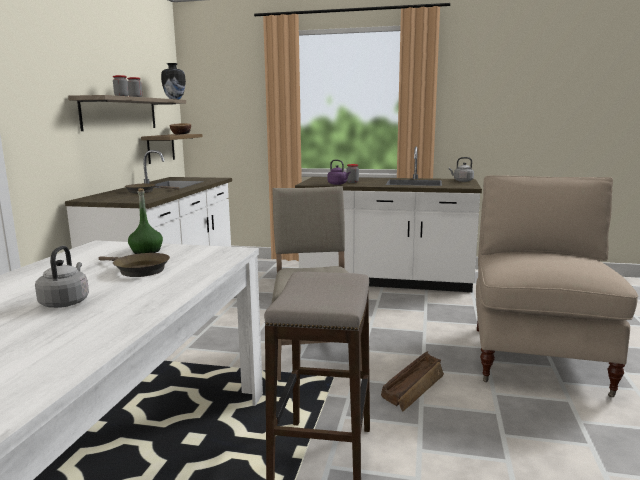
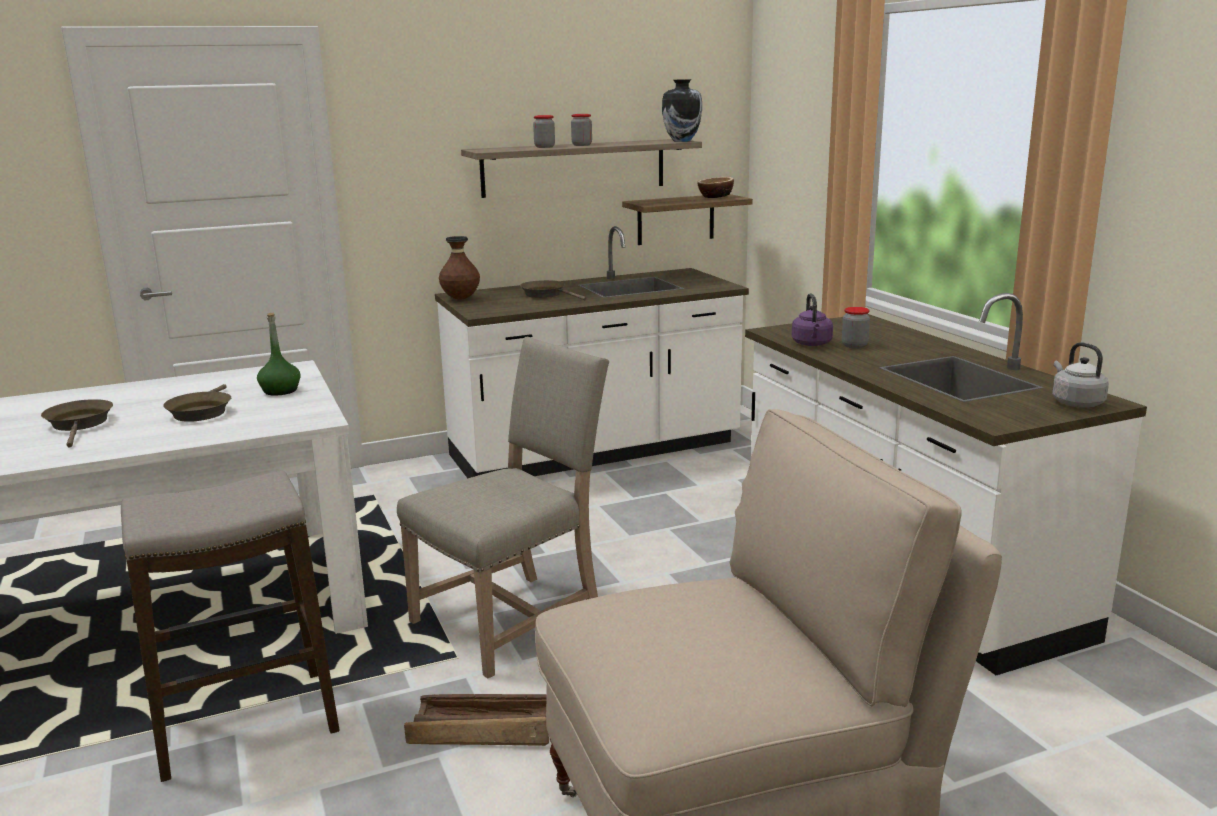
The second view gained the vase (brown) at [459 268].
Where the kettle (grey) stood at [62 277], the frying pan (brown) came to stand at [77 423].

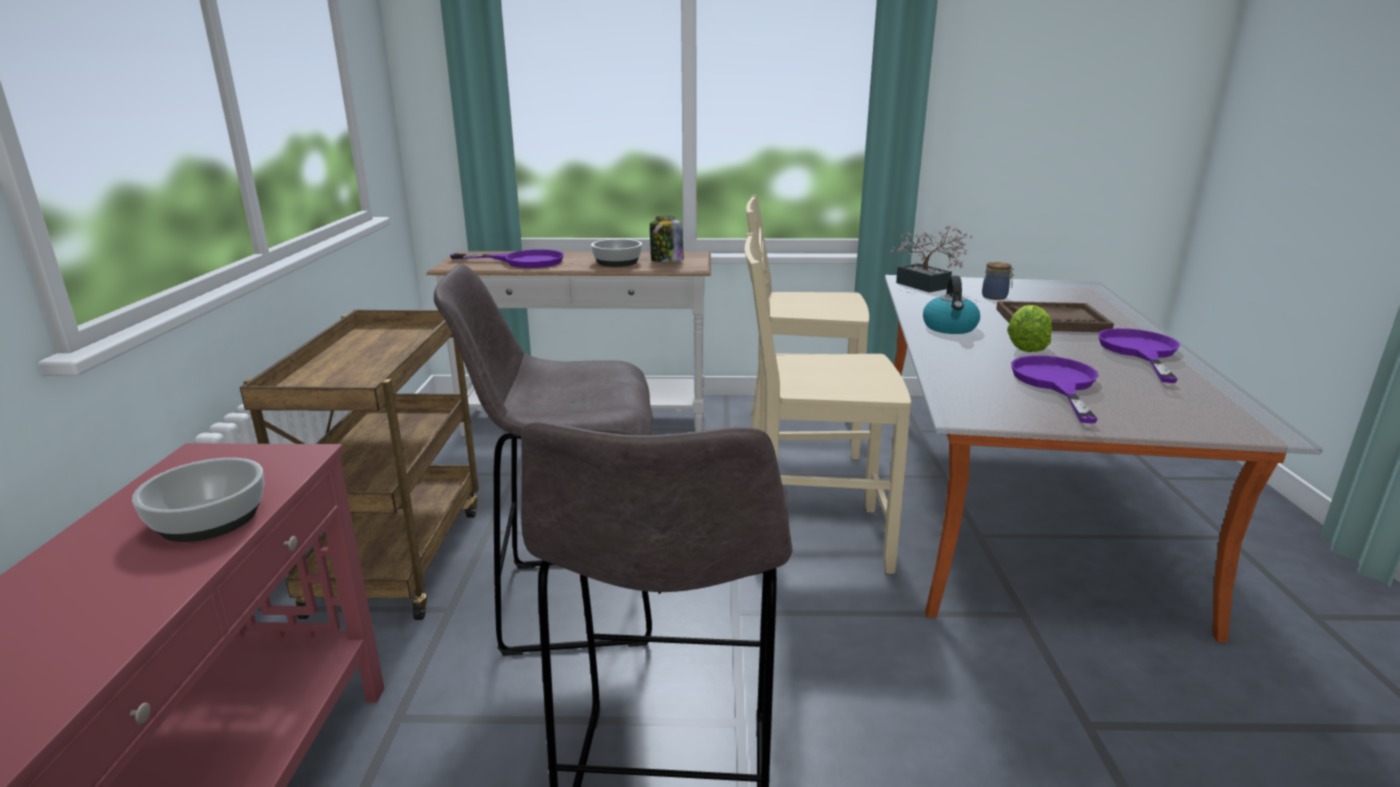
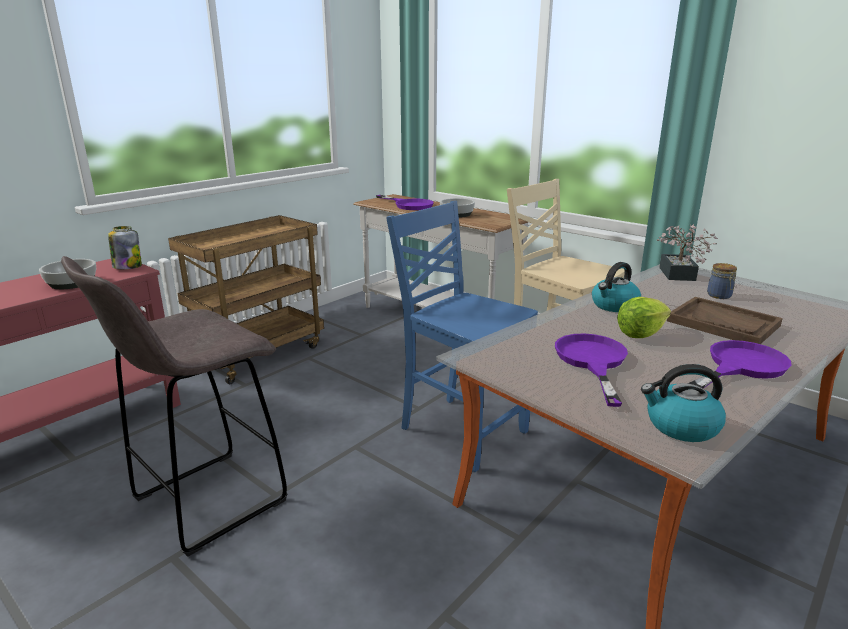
The second view lost the stool (grey) at [543 460].
The second view gained the kettle at [683 403].
The jar ended up elsewhere, having gone from [667 239] to [125 247].
What was the chair (beige) at [828 403] turned into the chair (blue) at [462 336].
The frying pan (purple) at [1055 389] ended up facing another way, 45 degrees counterclockwise from before.

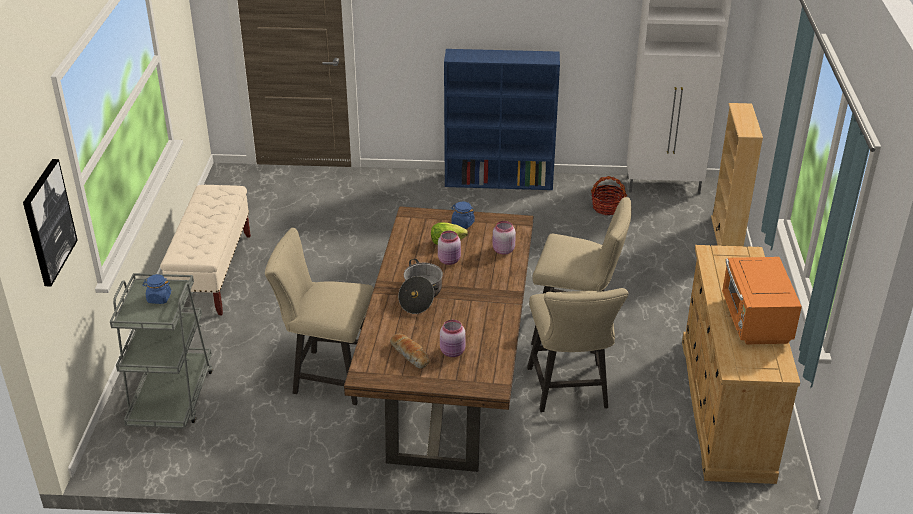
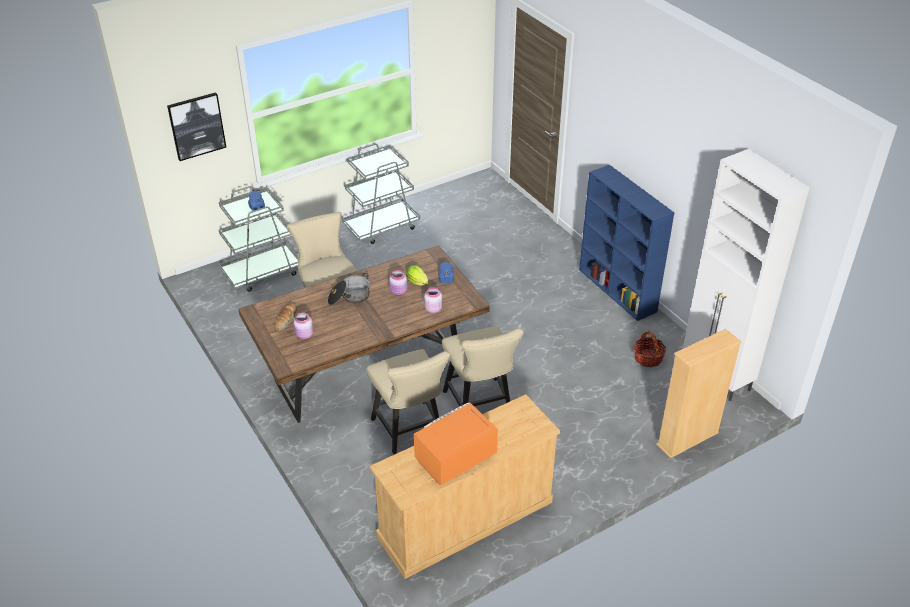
Where the bench (beige) stood at [205 250], the cart (grey) came to stand at [381 194].
The chair (beige) at [578 350] ended up facing another way, 75 degrees counterclockwise from before.

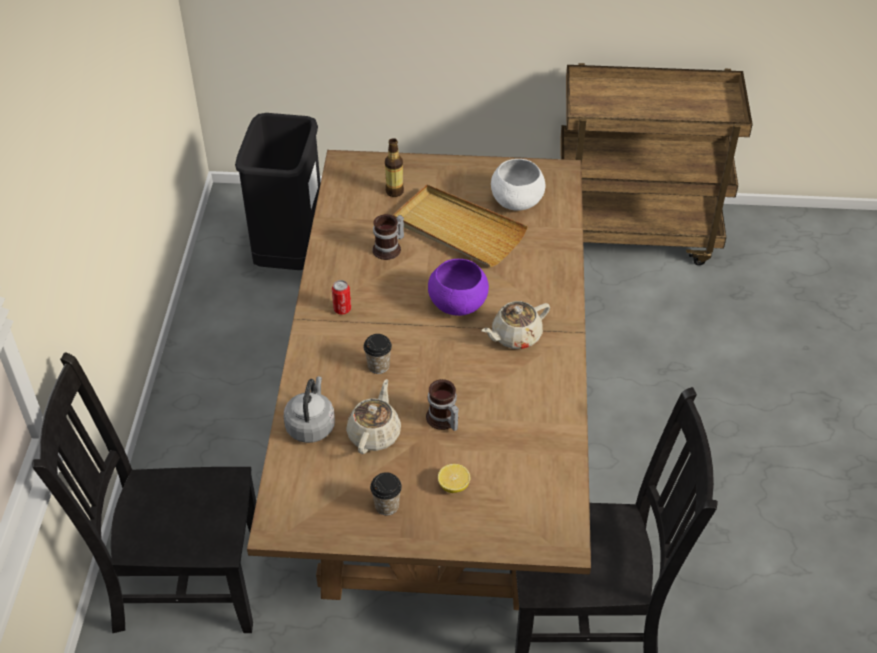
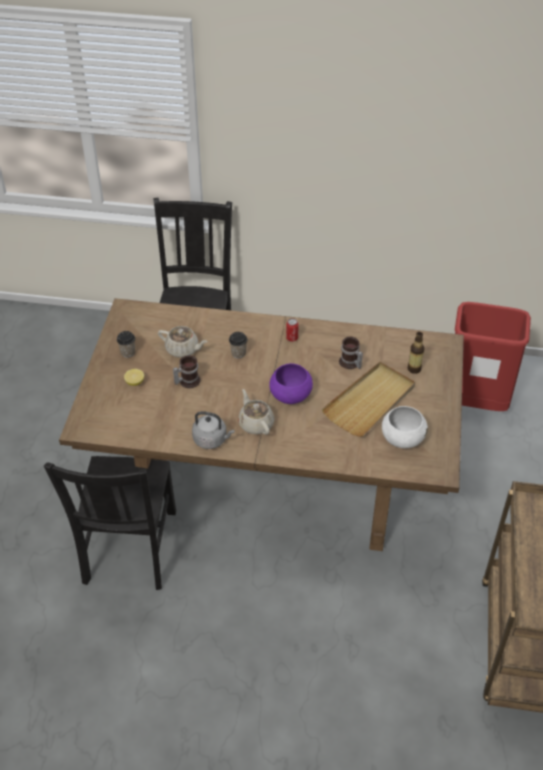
The kettle (grey) ended up elsewhere, having gone from [309 409] to [213 430].
What was the trash can (black) at [278 191] turned into the trash can (red) at [493 356].

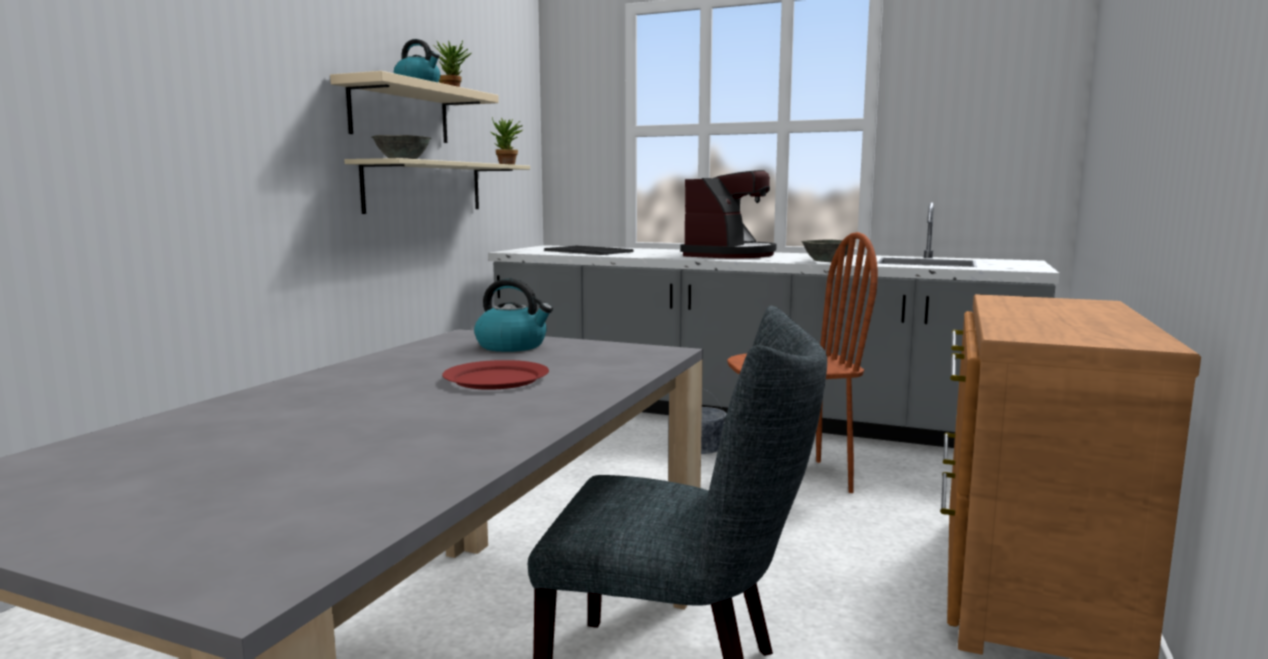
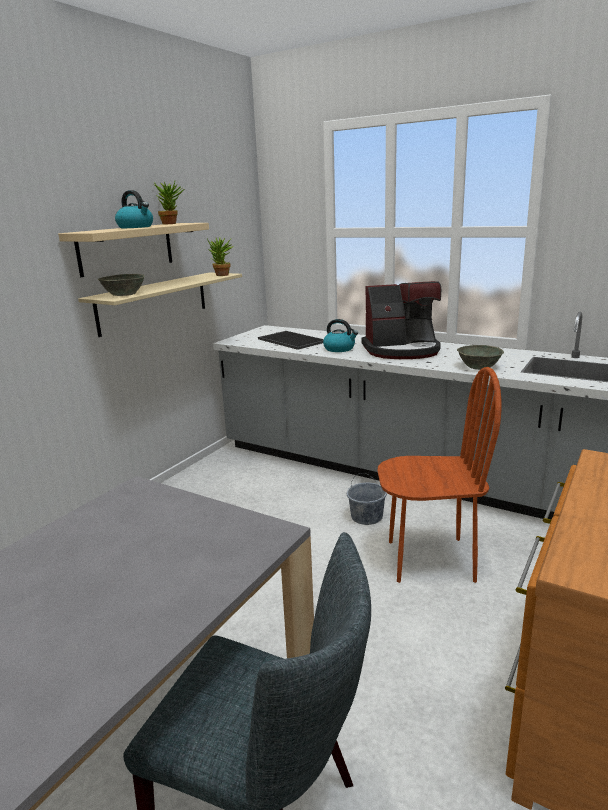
The second view lost the plate (red) at [495 375].
The kettle ended up elsewhere, having gone from [513 315] to [340 335].
The coffee machine at [728 214] ended up facing another way, 45 degrees clockwise from before.

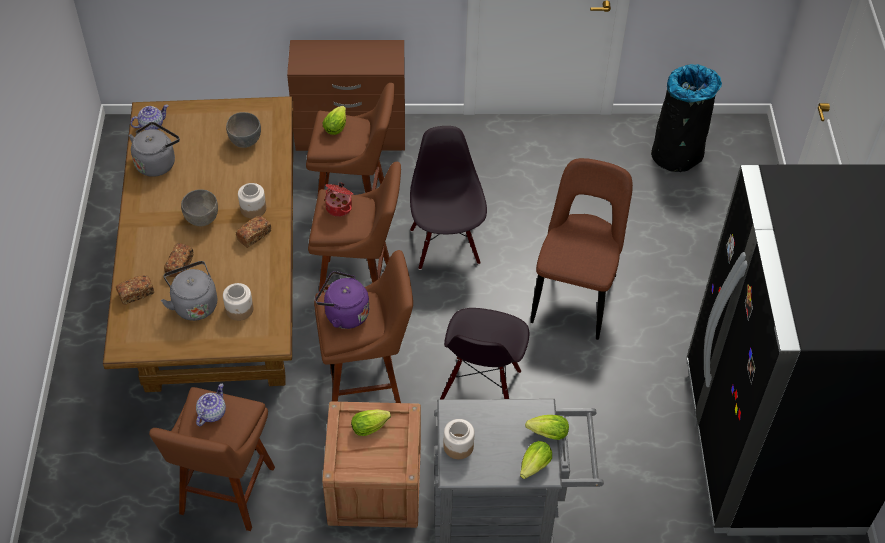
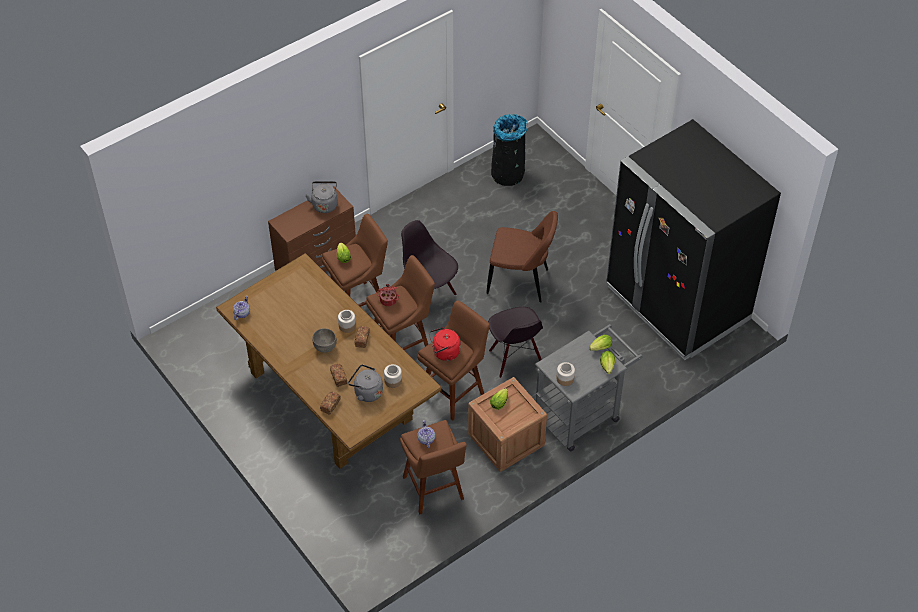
The second view lost the bowl (grey) at [243 130].
The kettle (grey) ended up elsewhere, having gone from [154 149] to [321 197].
What was the kettle (purple) at [342 300] turned into the kettle (red) at [445 344].
The chair (brown) at [581 249] ended up facing another way, 120 degrees clockwise from before.

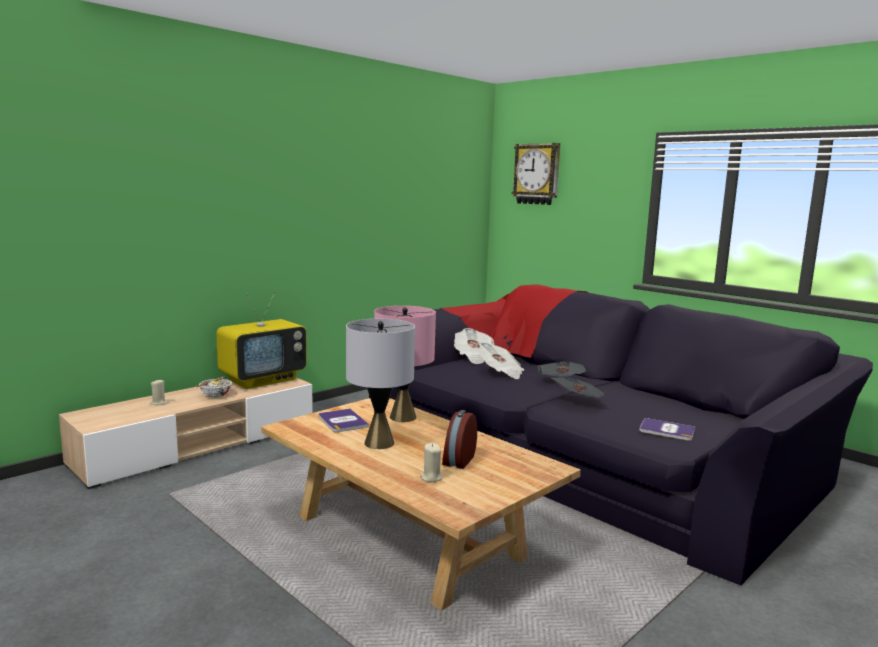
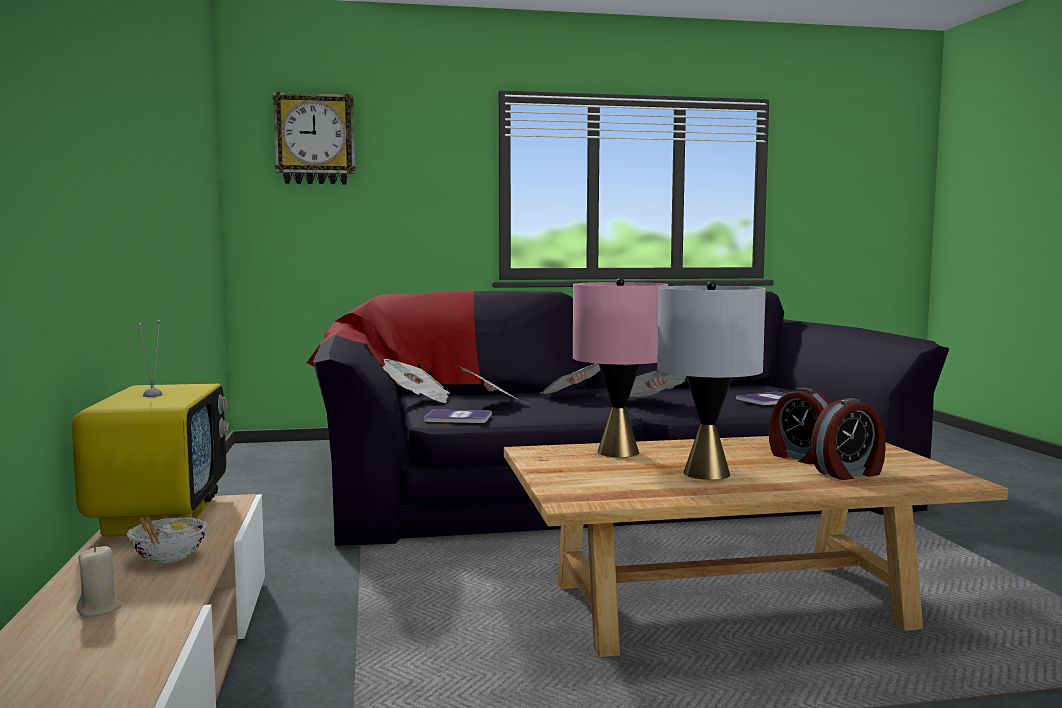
The book ended up elsewhere, having gone from [344 420] to [458 416].
Where the candle (beige) stood at [431 462], the alarm clock came to stand at [848 439].

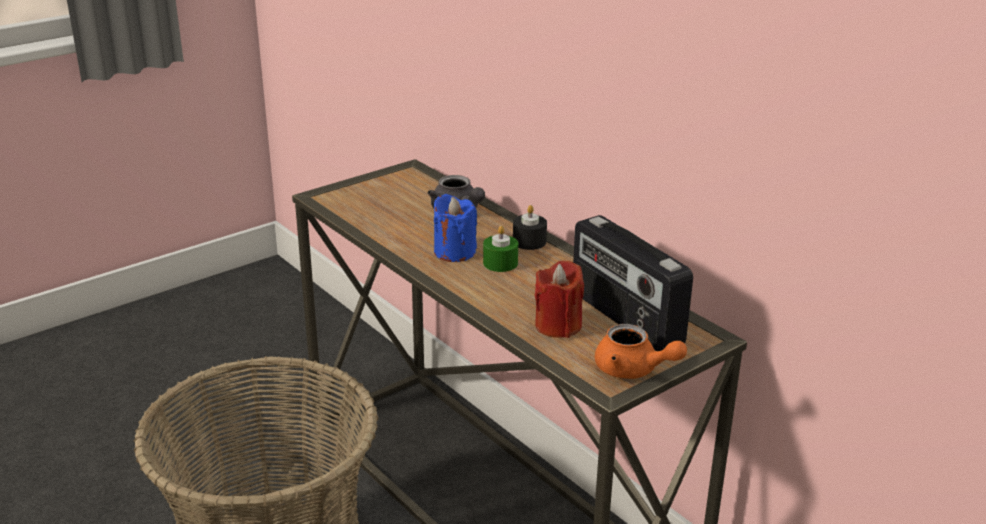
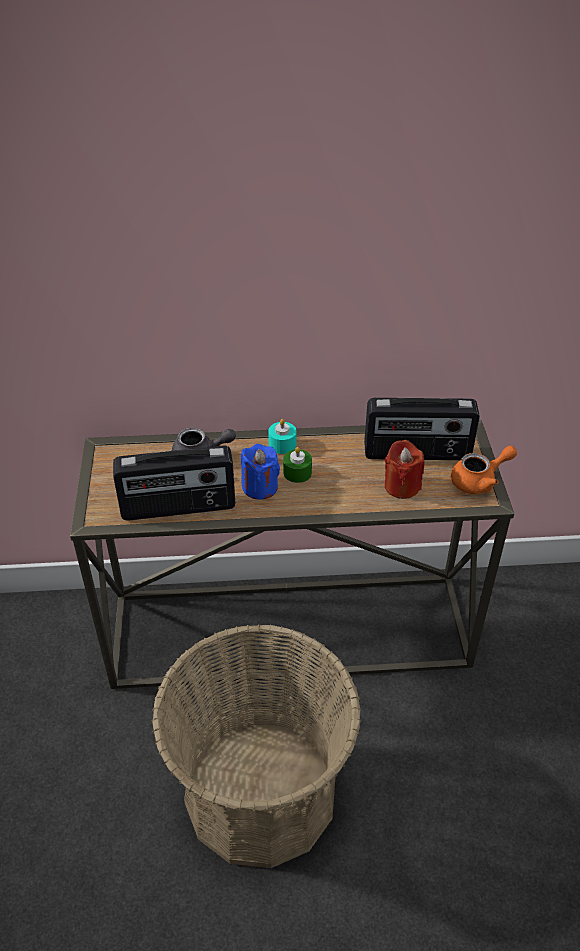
The second view gained the radio at [174 483].
What was the candle (black) at [530 227] turned into the candle (turquoise) at [282 436].

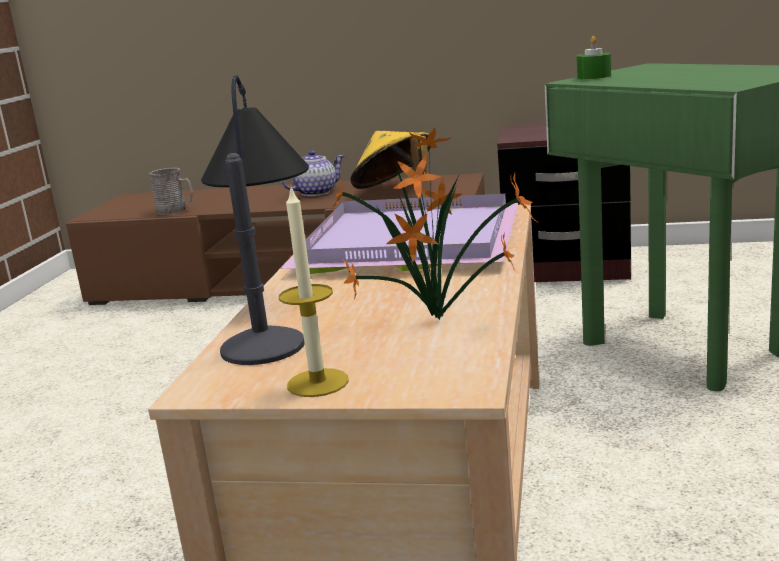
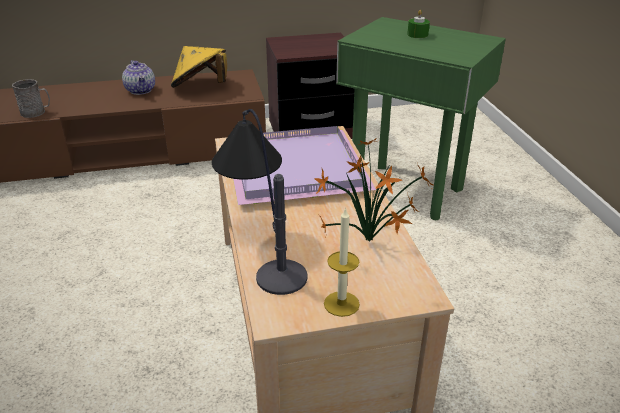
The candle (green) ended up elsewhere, having gone from [594 57] to [418 24].
The teapot at [312 173] ended up facing another way, 120 degrees clockwise from before.

